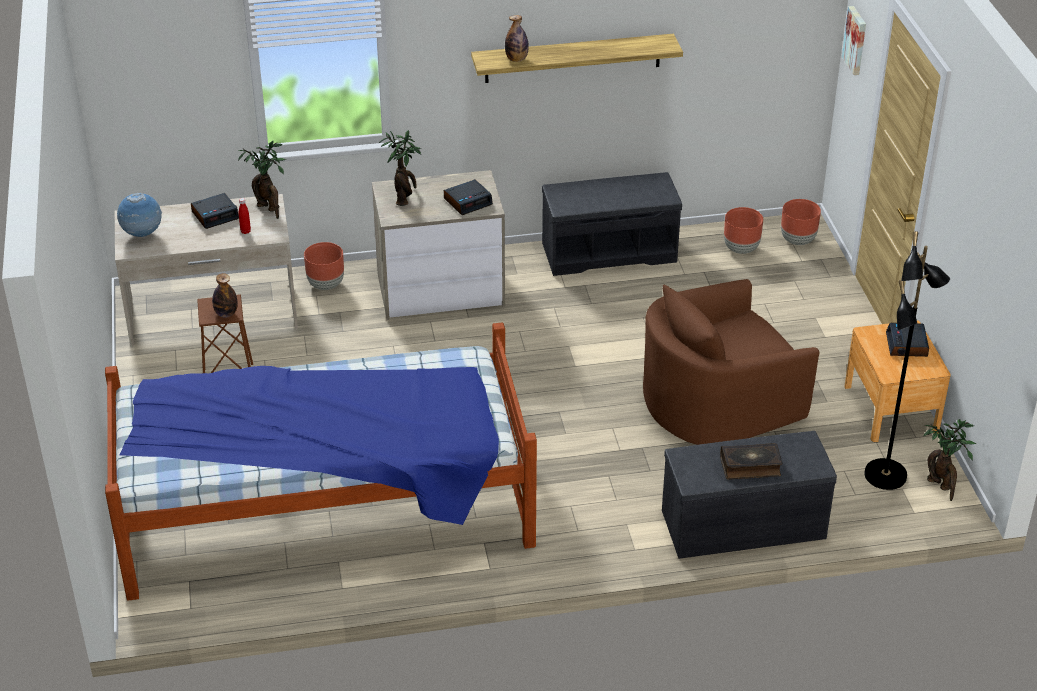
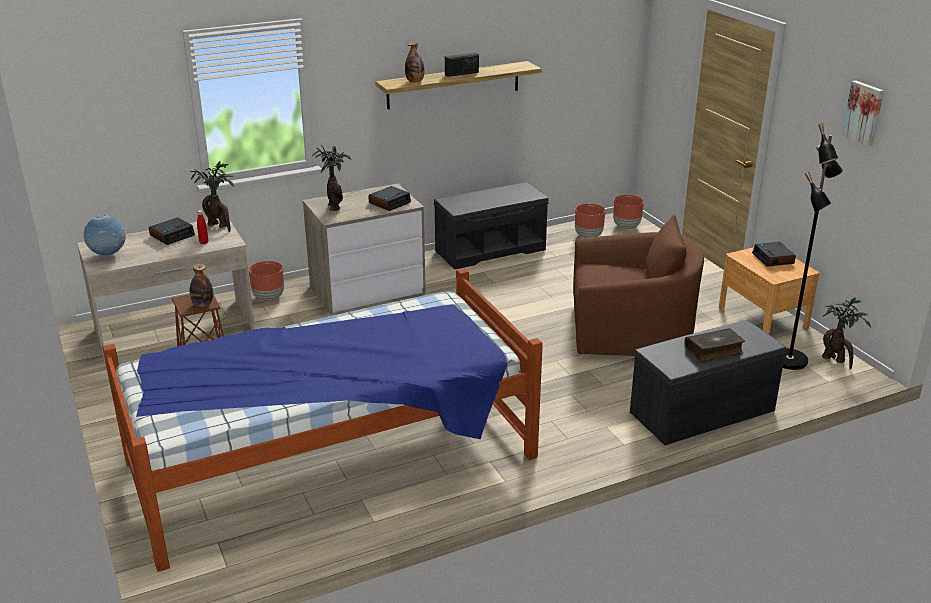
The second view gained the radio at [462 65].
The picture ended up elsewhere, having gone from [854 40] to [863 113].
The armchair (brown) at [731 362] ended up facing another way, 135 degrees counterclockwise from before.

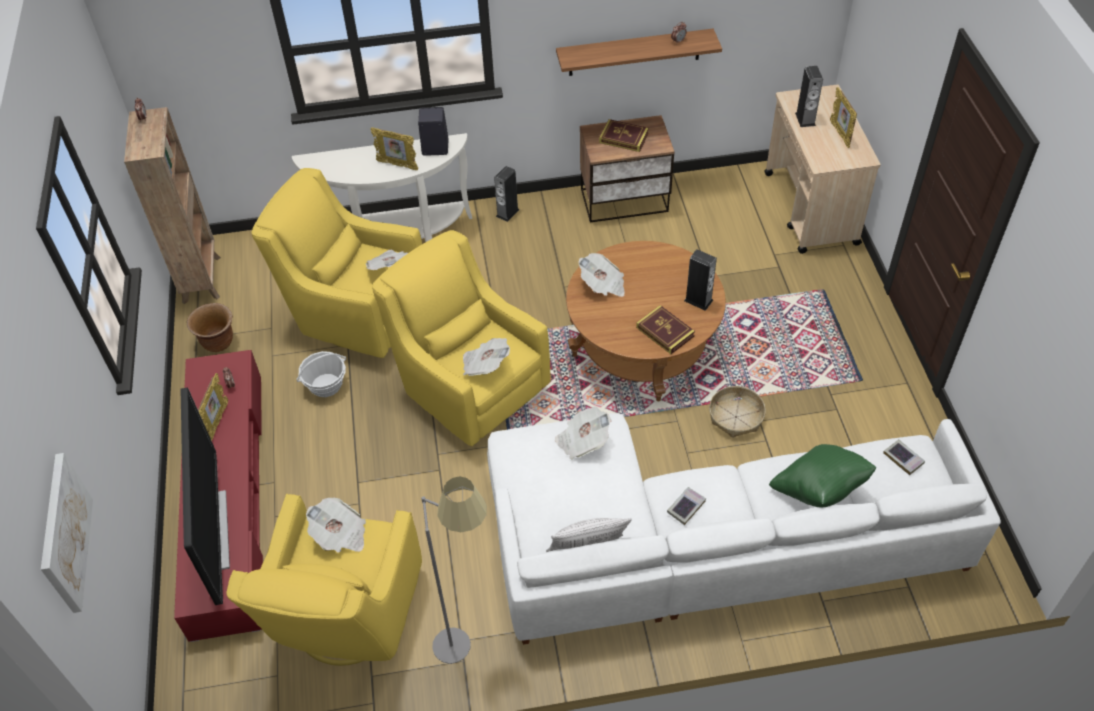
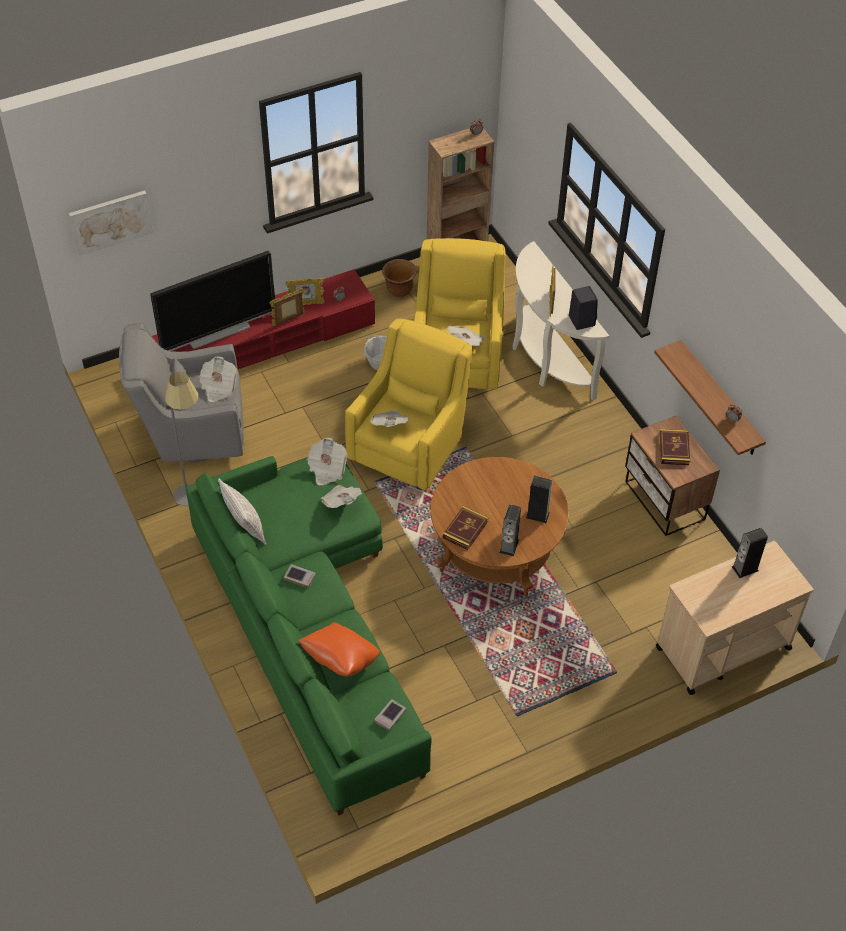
The second view lost the basket at [737 412].
The speaker ended up elsewhere, having gone from [506 194] to [539 499].
The newspaper ended up elsewhere, having gone from [601 275] to [327 462].
The picture frame ended up elsewhere, having gone from [843 117] to [287 307].
What was the armchair (yellow) at [324 580] turned into the armchair (grey) at [181 392].
What was the sofa (white) at [744 529] turned into the sofa (green) at [309 636].
What was the pillow (green) at [822 475] turned into the pillow (orange) at [339 649].

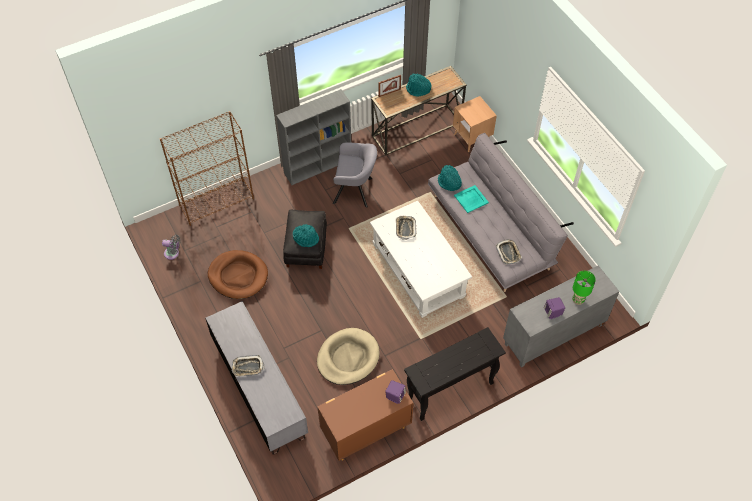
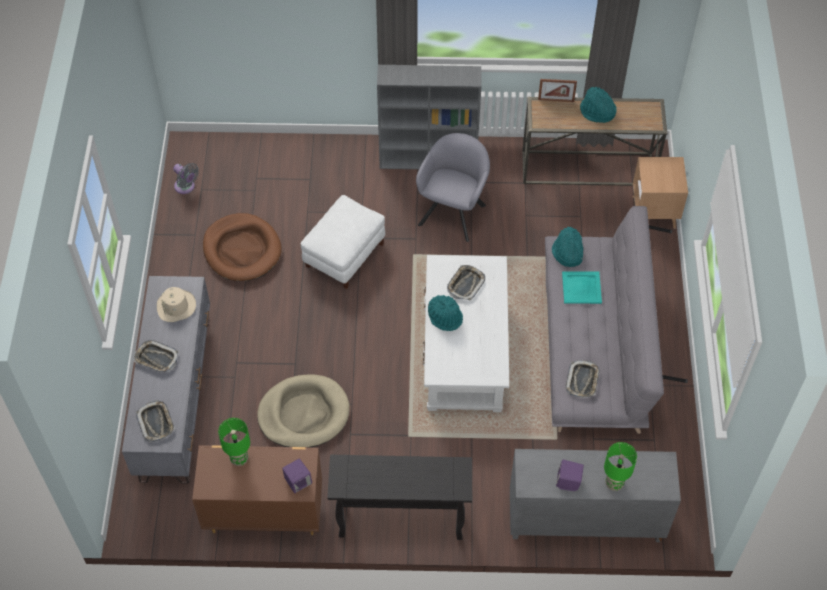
The second view lost the bookcase (brown) at [207 168].
The second view gained the tray at [155 421].
The second view gained the hat (beige) at [176 304].
The second view gained the table lamp (green) at [234 442].
The hat (turquoise) ended up elsewhere, having gone from [306 235] to [445 313].
What was the ottoman (black) at [305 239] turned into the ottoman (white) at [342 242].
The armchair (grey) at [355 174] ended up facing another way, 105 degrees counterclockwise from before.

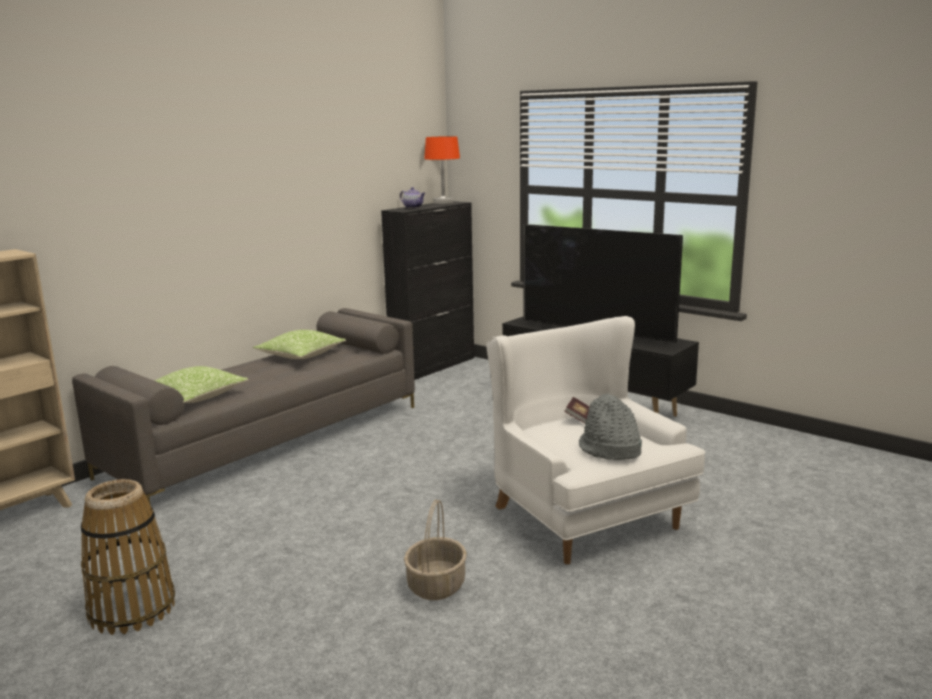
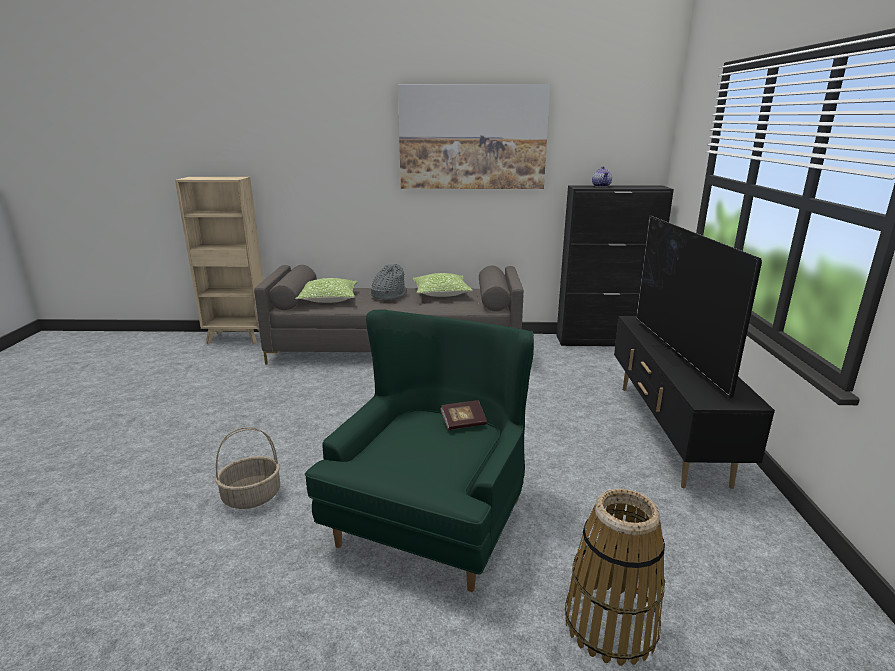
The second view lost the table lamp (orange) at [442 170].
The second view gained the picture at [474 136].
The basket ended up elsewhere, having gone from [128 557] to [615 577].
The hat (grey) ended up elsewhere, having gone from [610 427] to [389 282].
What was the armchair (white) at [596 440] turned into the armchair (green) at [419 450].

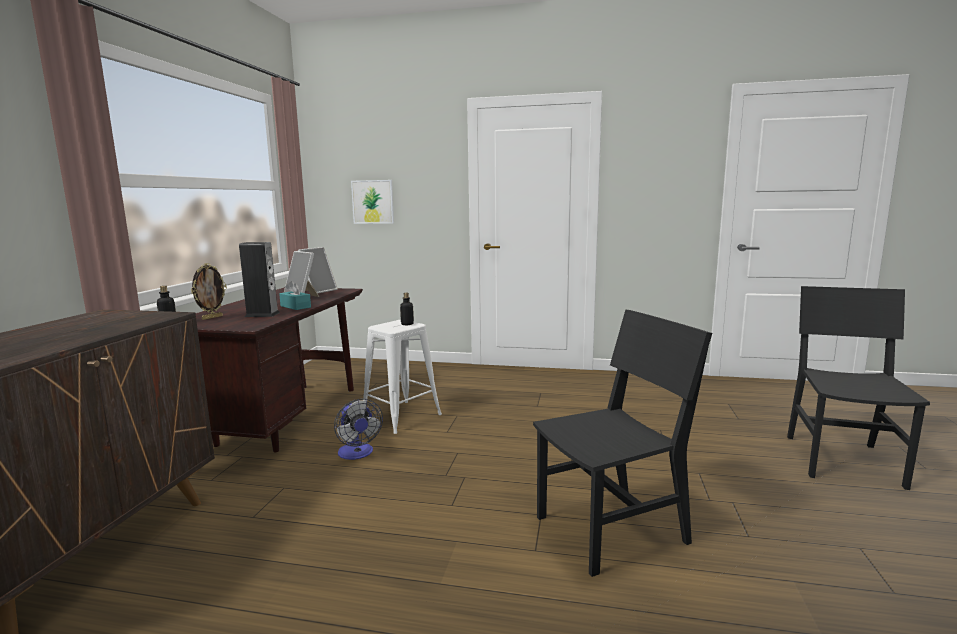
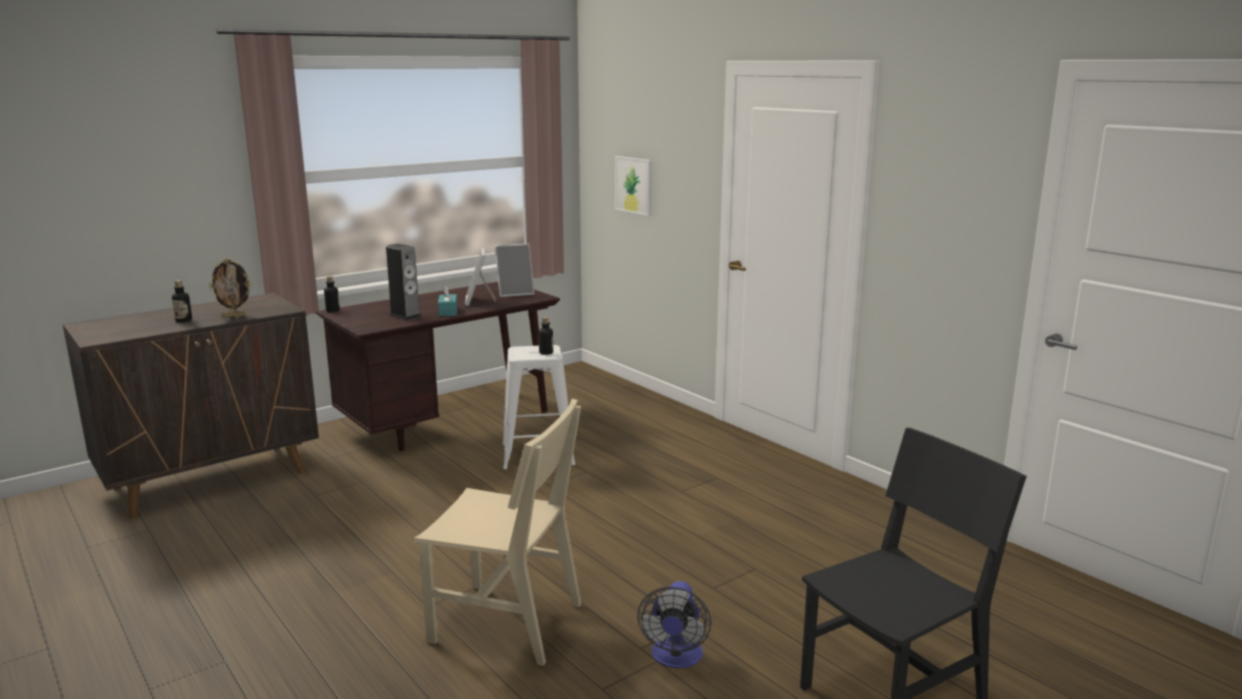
The second view gained the bottle at [182 301].
The picture frame ended up elsewhere, having gone from [209 291] to [230 287].
The fan ended up elsewhere, having gone from [358 429] to [674 624].
What was the chair (black) at [622 443] turned into the chair (beige) at [497 532].

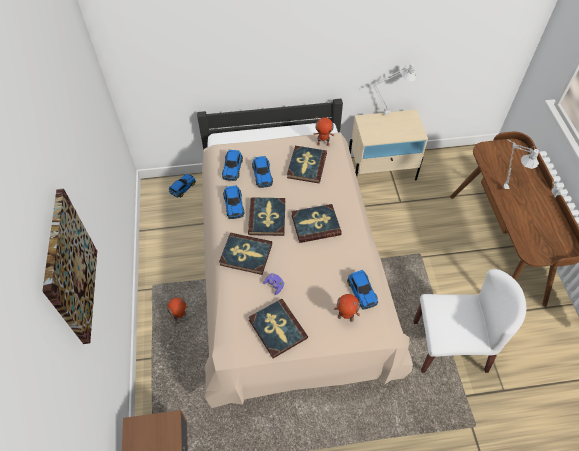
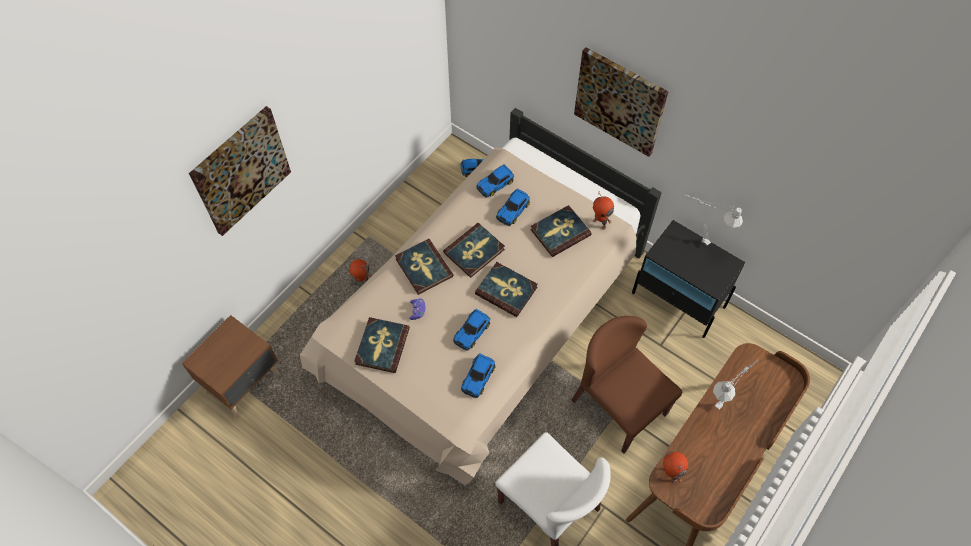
The second view gained the chair (brown) at [627 384].
The second view gained the picture at [621 102].
The toy car ended up elsewhere, having gone from [233 202] to [471 329].
The toy robot ended up elsewhere, having gone from [347 308] to [675 467].
What was the nightstand (beige) at [388 145] turned into the nightstand (black) at [689 279].

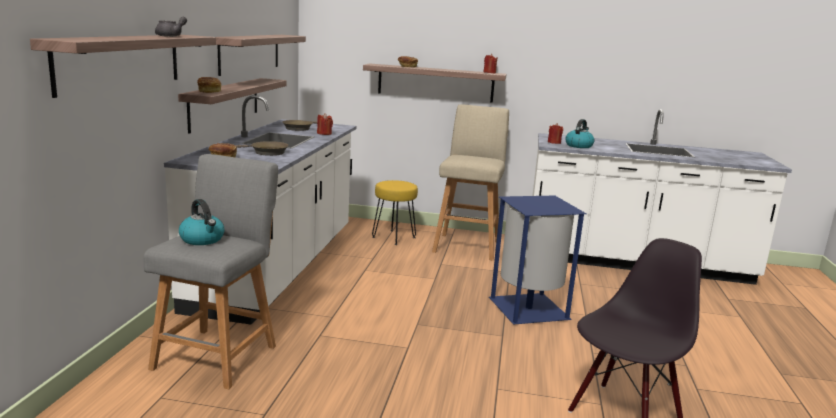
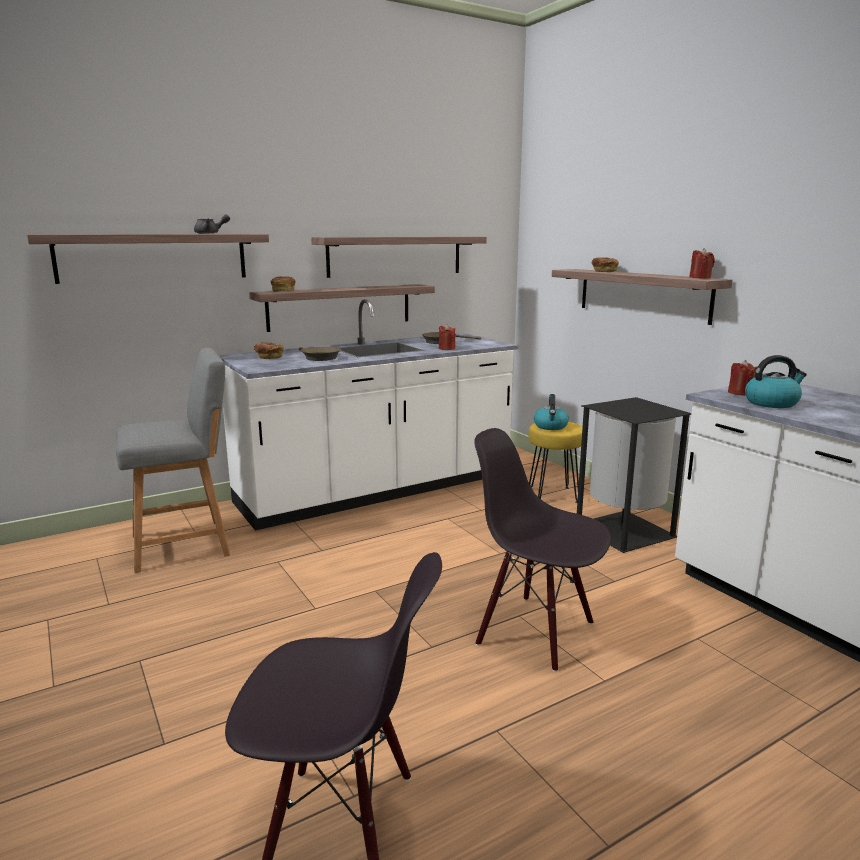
The kettle ended up elsewhere, having gone from [202 222] to [551 412].
Where the stool (beige) stood at [470 183], the trash can (black) came to stand at [634 475].
Where the trash can (blue) stood at [537 260], the chair (black) came to stand at [542 550].

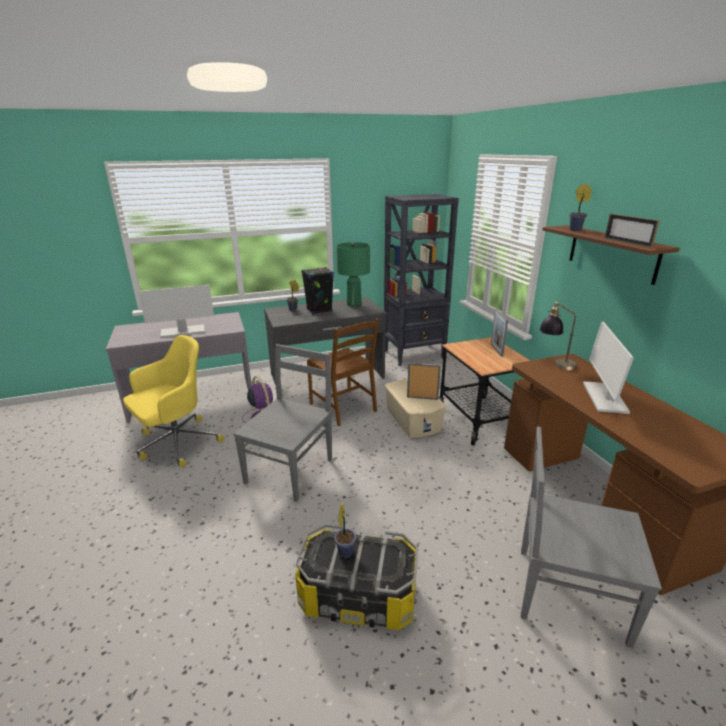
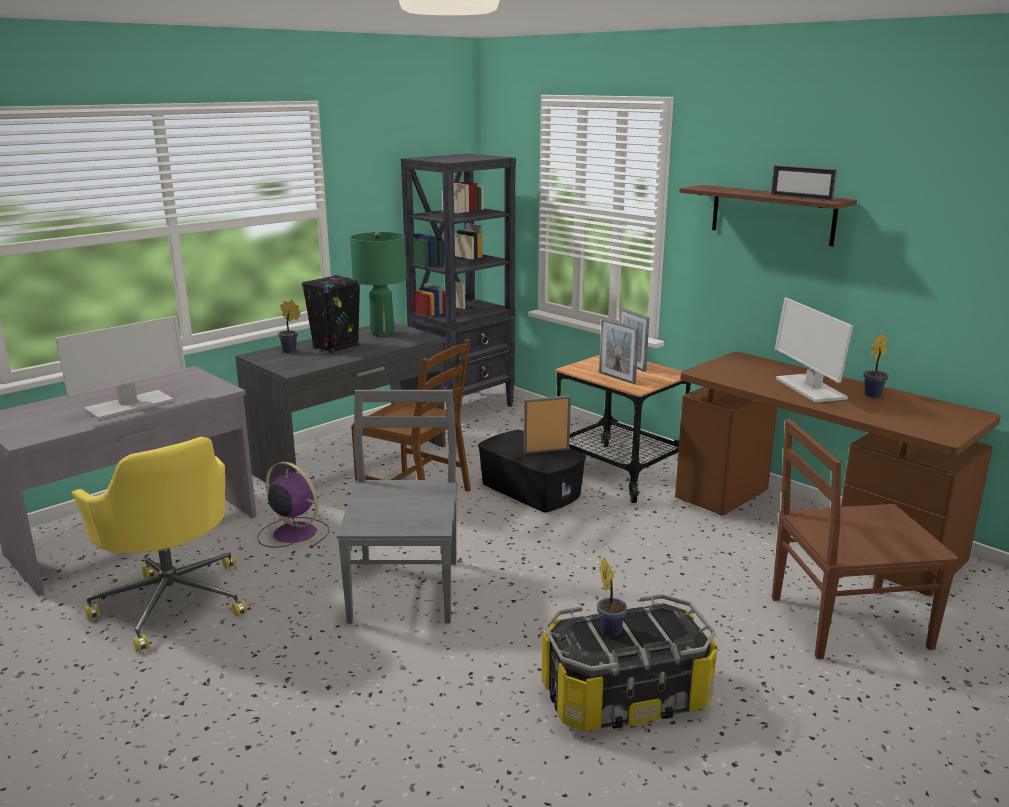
The second view lost the table lamp at [558 335].
The second view gained the picture frame at [619 351].
The potted plant ended up elsewhere, having gone from [580 207] to [876 366].
What was the storage box (beige) at [415 408] turned into the storage box (black) at [532 471].
What was the chair (grey) at [591 537] turned into the chair (brown) at [866 539].
The office chair (yellow) at [174 401] ended up facing another way, 120 degrees clockwise from before.

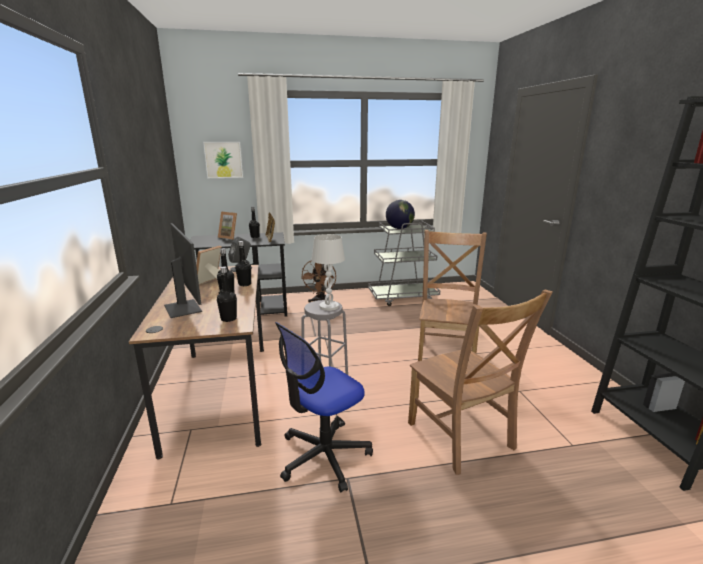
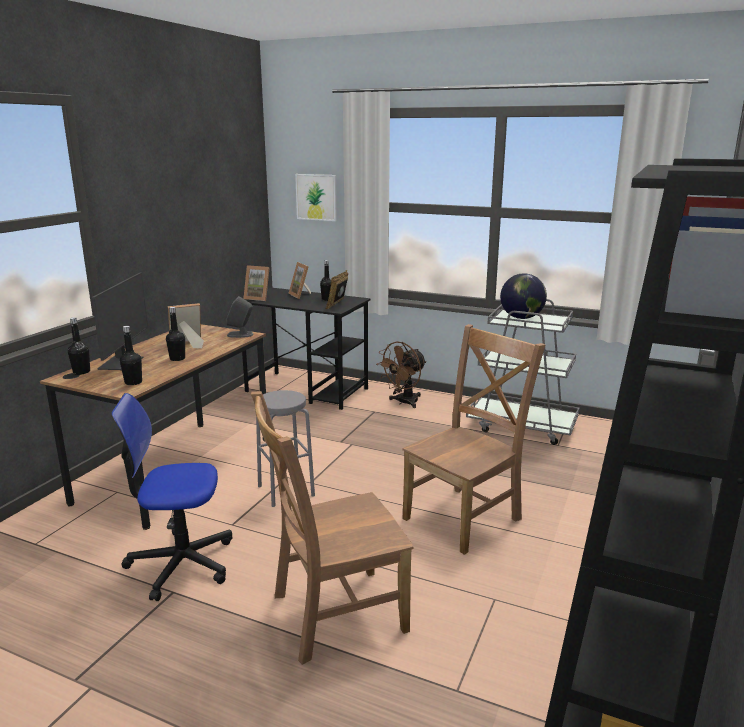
The second view lost the table lamp (white) at [328 272].
The second view gained the picture frame at [256 283].
The bottle (black) ended up elsewhere, having gone from [243 263] to [79 346].
The chair (brown) at [480 382] ended up facing another way, 60 degrees clockwise from before.

